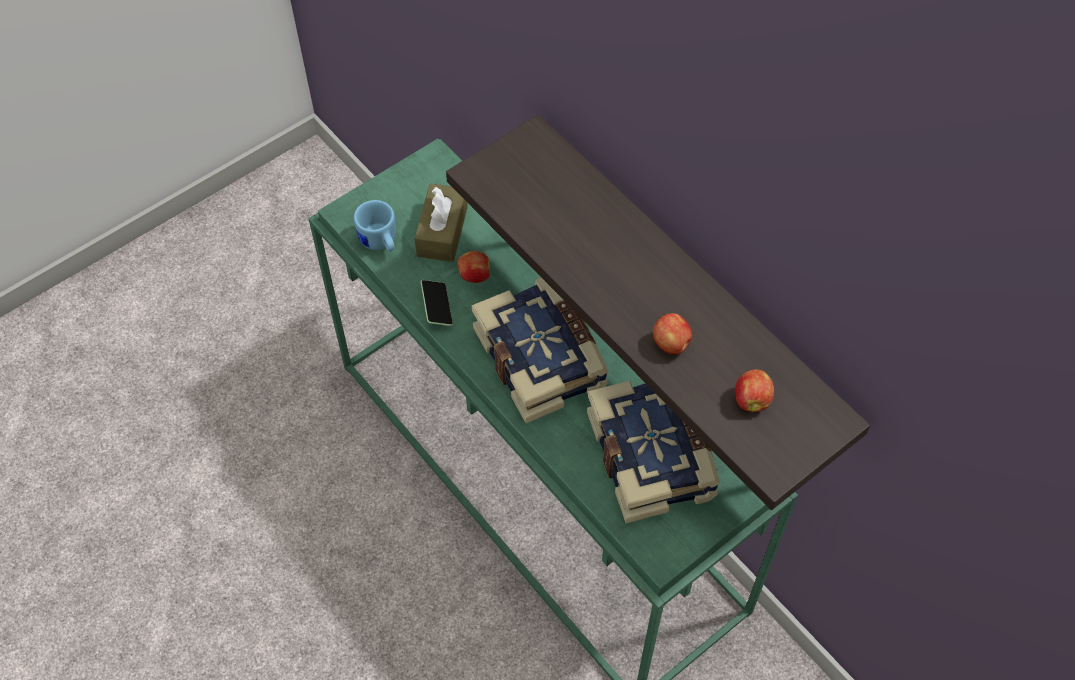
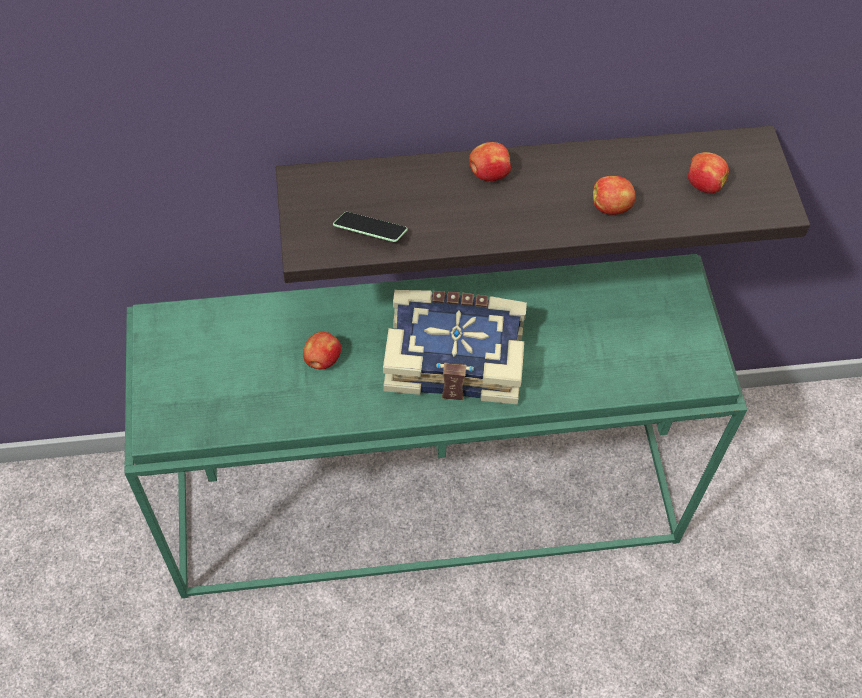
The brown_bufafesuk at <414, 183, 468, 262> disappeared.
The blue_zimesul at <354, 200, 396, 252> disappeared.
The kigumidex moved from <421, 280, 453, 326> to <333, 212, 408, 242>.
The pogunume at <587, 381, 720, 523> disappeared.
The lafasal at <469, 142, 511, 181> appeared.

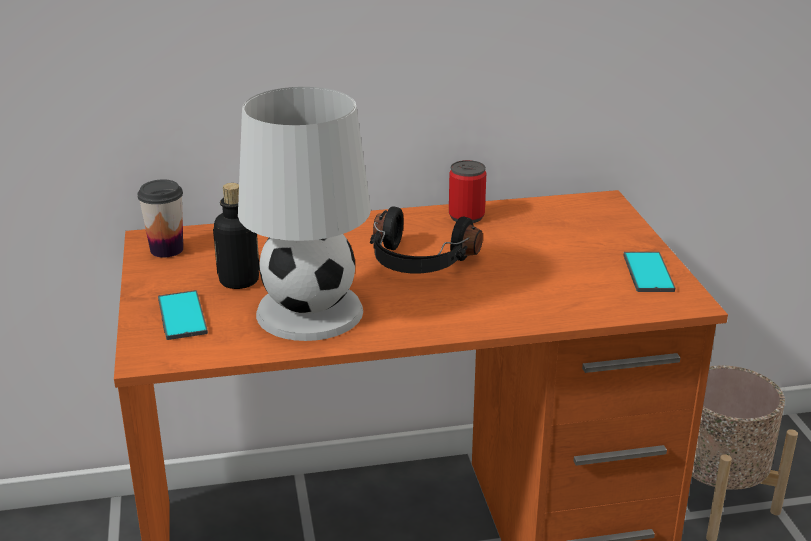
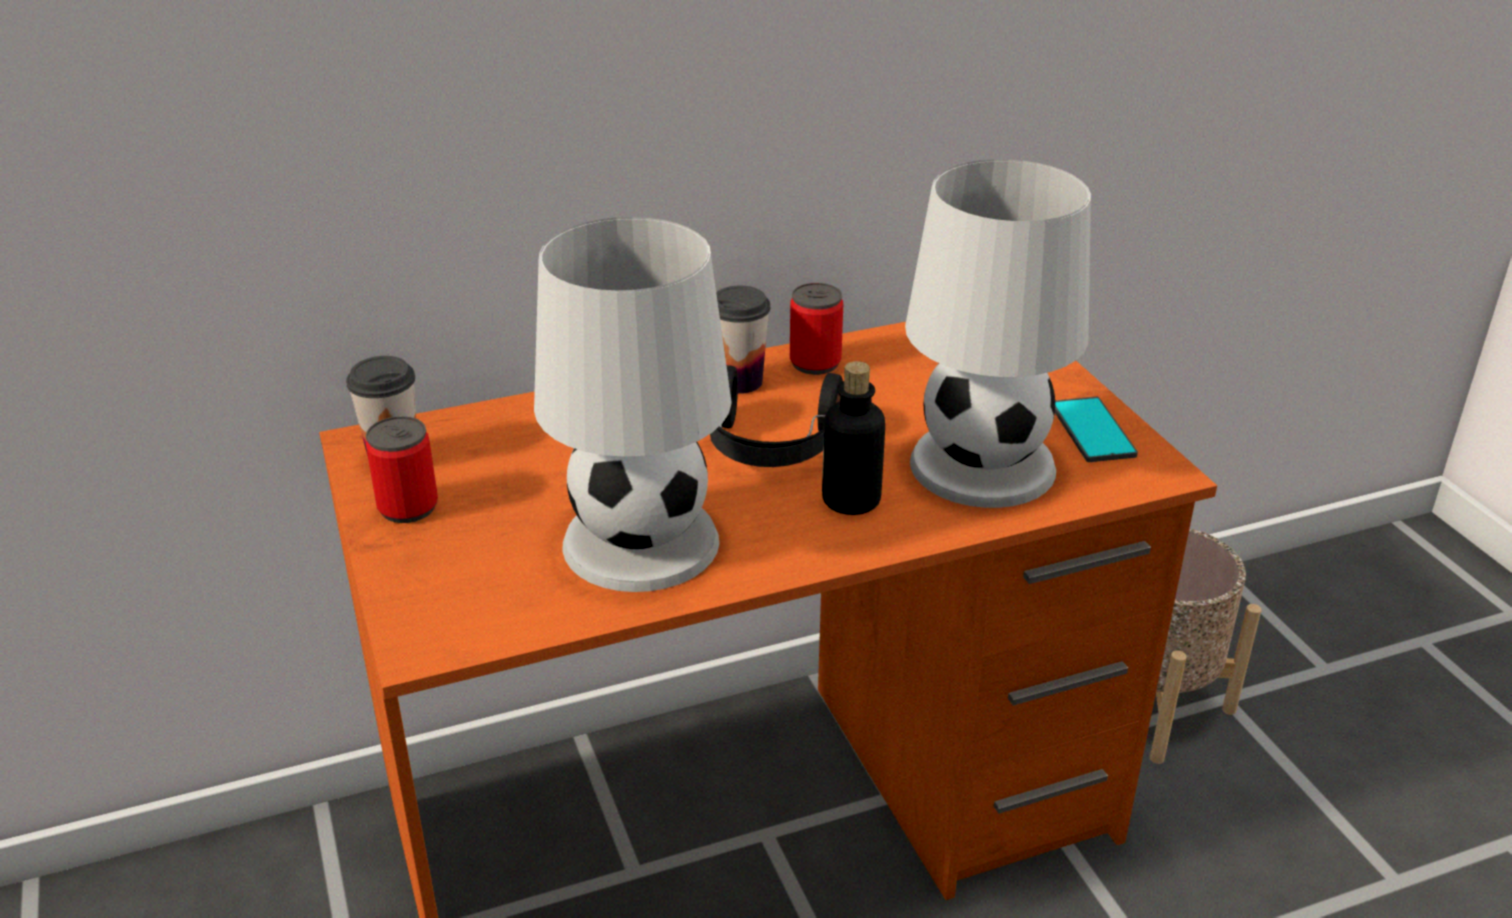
The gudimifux moved from <213, 183, 260, 289> to <822, 361, 885, 515>.
The kigumidex at <158, 290, 208, 340> disappeared.
The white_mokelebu at <905, 159, 1091, 508> appeared.
The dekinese at <716, 286, 770, 394> appeared.
The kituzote at <366, 416, 438, 523> appeared.

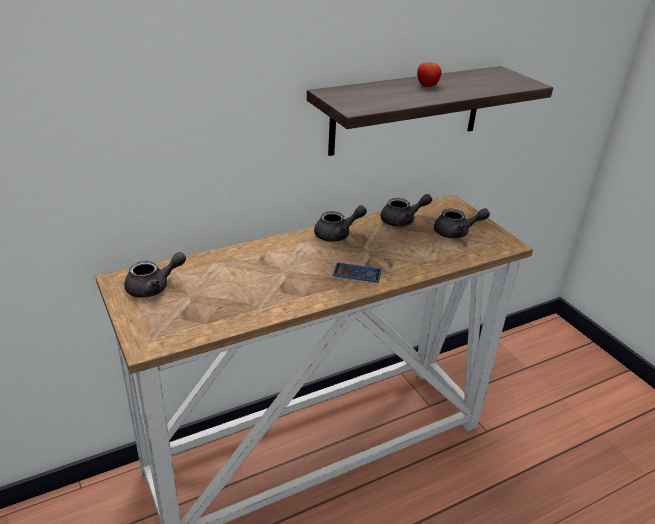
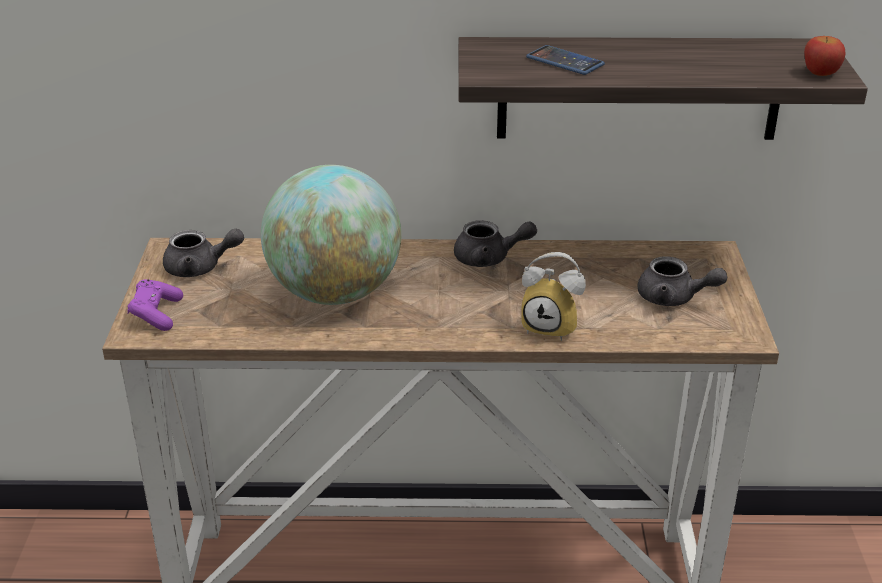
The lafasal moved from <417, 62, 442, 87> to <804, 36, 845, 76>.
The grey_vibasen at <381, 194, 432, 227> disappeared.
The kigumidex moved from <333, 263, 382, 283> to <526, 45, 605, 75>.
The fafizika at <261, 165, 401, 305> appeared.
The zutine at <521, 252, 586, 341> appeared.
The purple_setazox at <128, 279, 183, 331> appeared.

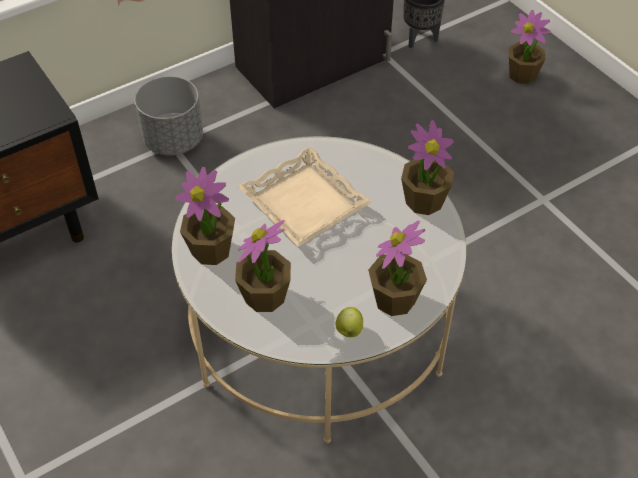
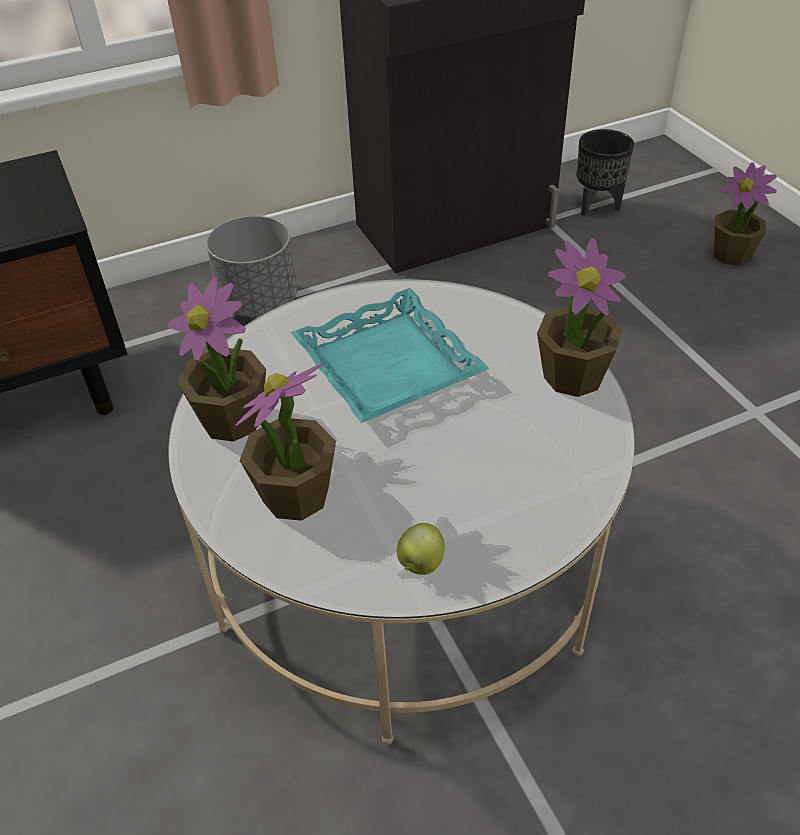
The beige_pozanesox at <238, 147, 372, 247> became the turquoise_pozanesox at <291, 288, 490, 423>.
The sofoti at <368, 220, 427, 316> disappeared.

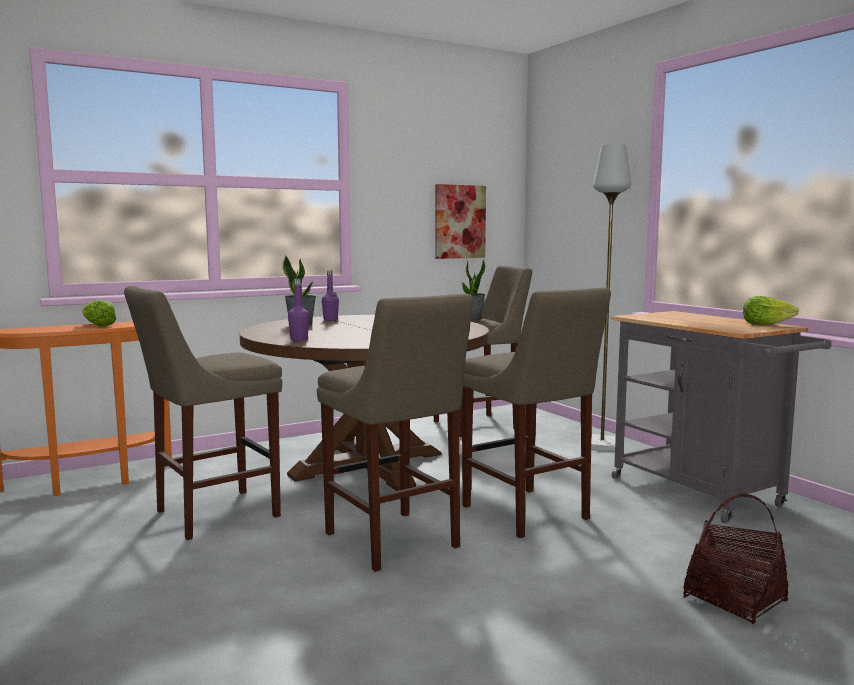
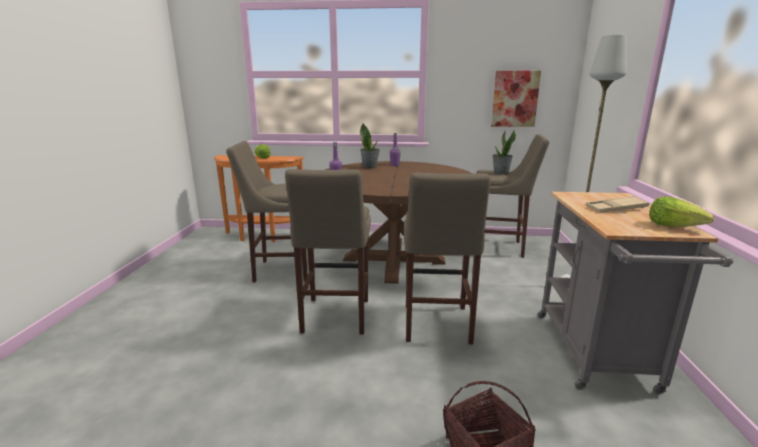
The beige_pozanesox at <586, 196, 650, 212> appeared.

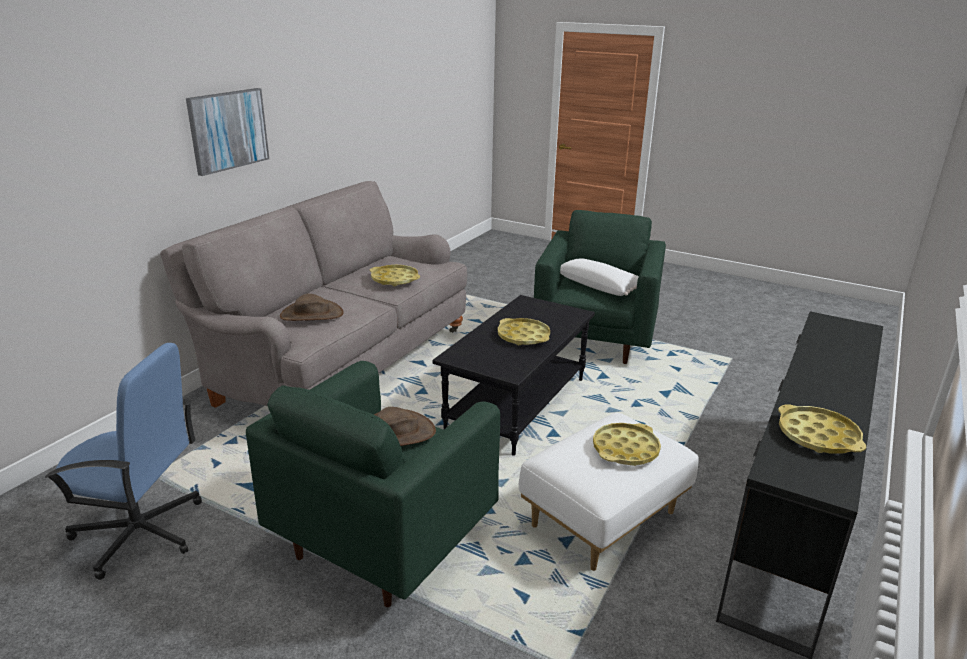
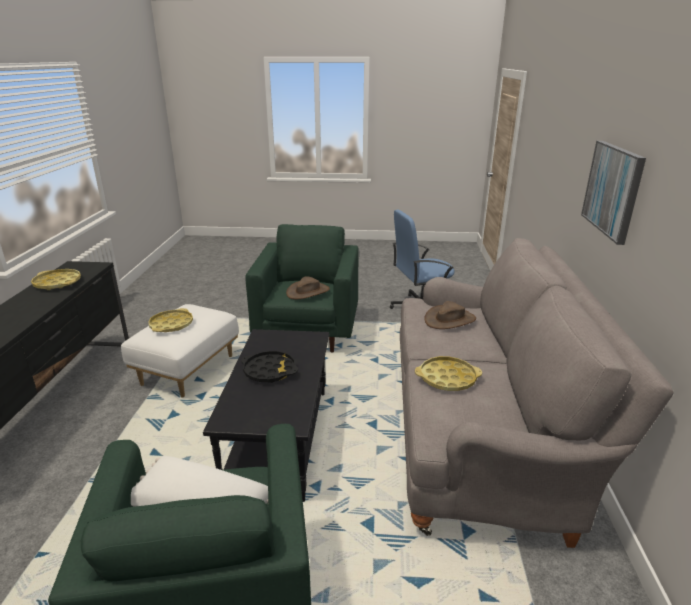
The yellow_pozanesox at <498, 318, 550, 345> became the black_pozanesox at <241, 351, 298, 383>.

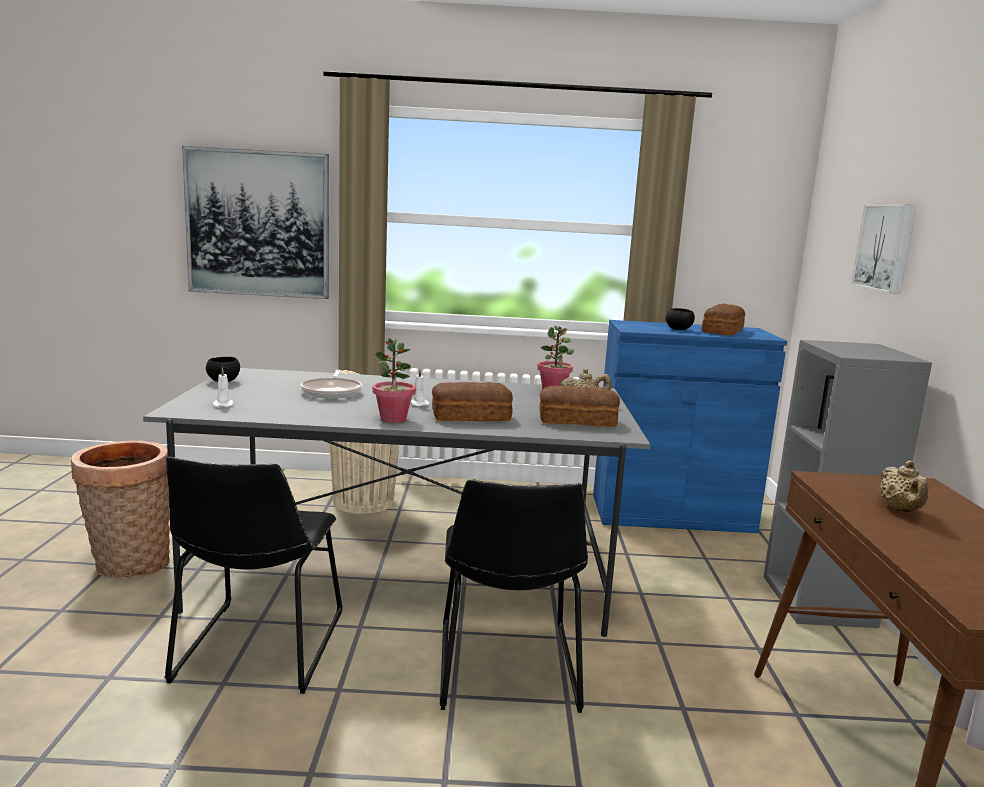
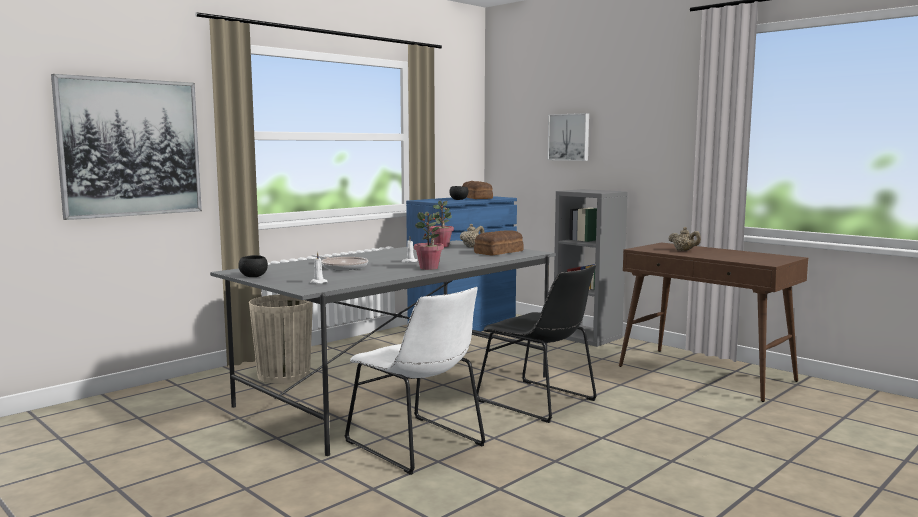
The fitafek at <432, 382, 513, 421> disappeared.
The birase at <71, 440, 170, 579> disappeared.
The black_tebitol at <164, 457, 343, 694> became the white_tebitol at <344, 287, 486, 475>.

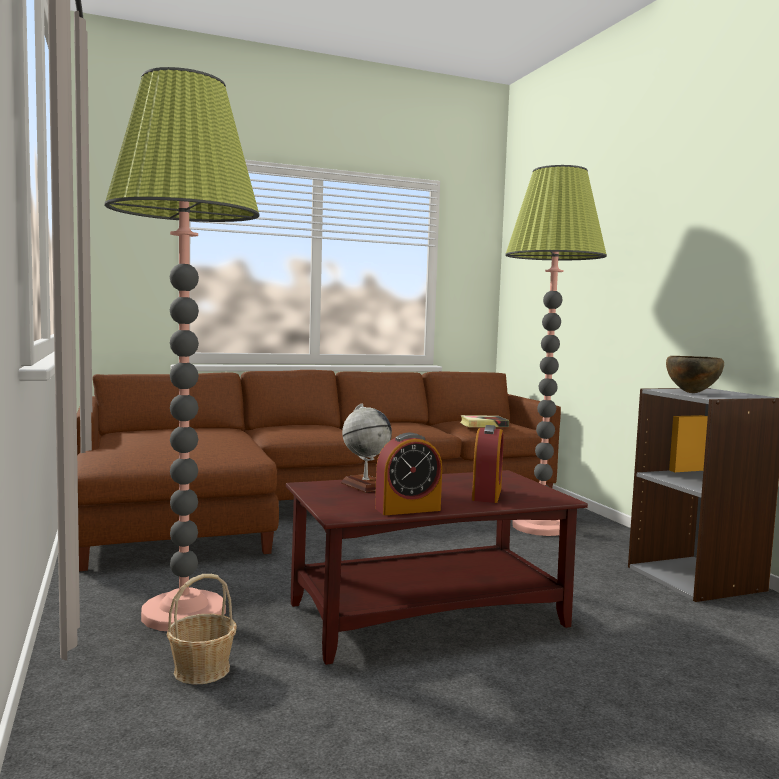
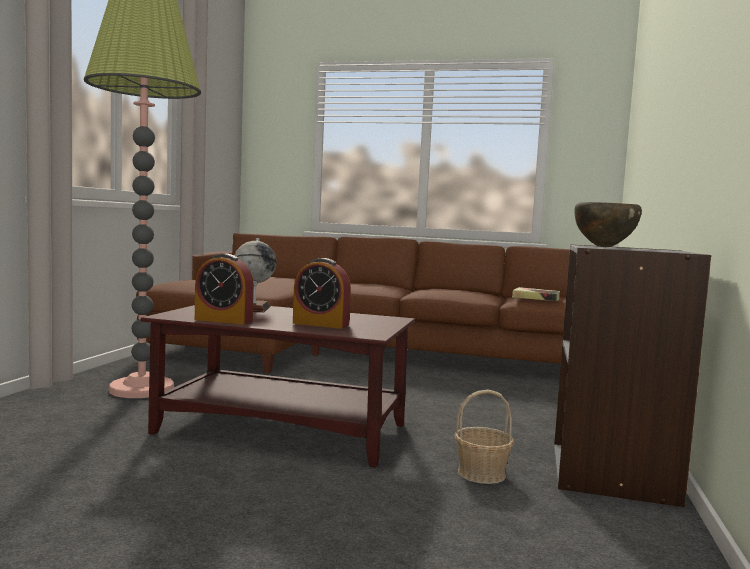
The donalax at <505, 165, 607, 536> disappeared.
The zutine at <472, 425, 503, 503> turned 60 degrees clockwise.
The birase moved from <166, 574, 237, 685> to <455, 390, 514, 484>.

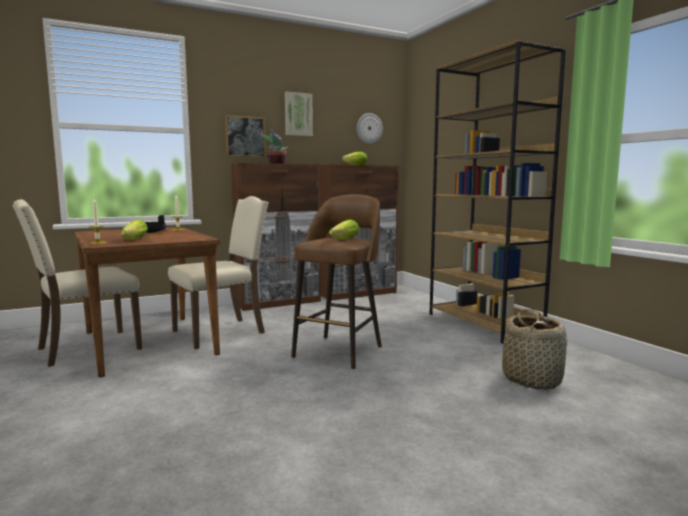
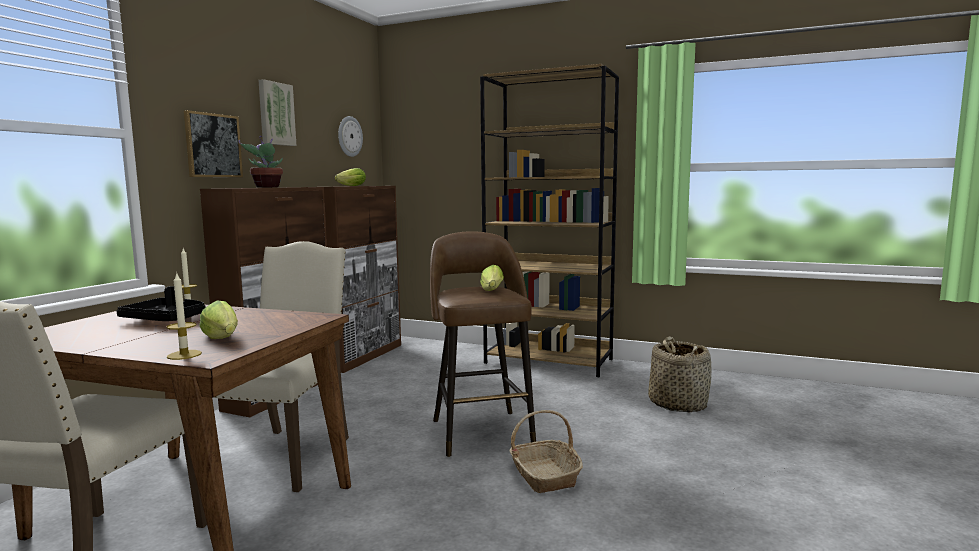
The birase at <510, 410, 583, 493> appeared.

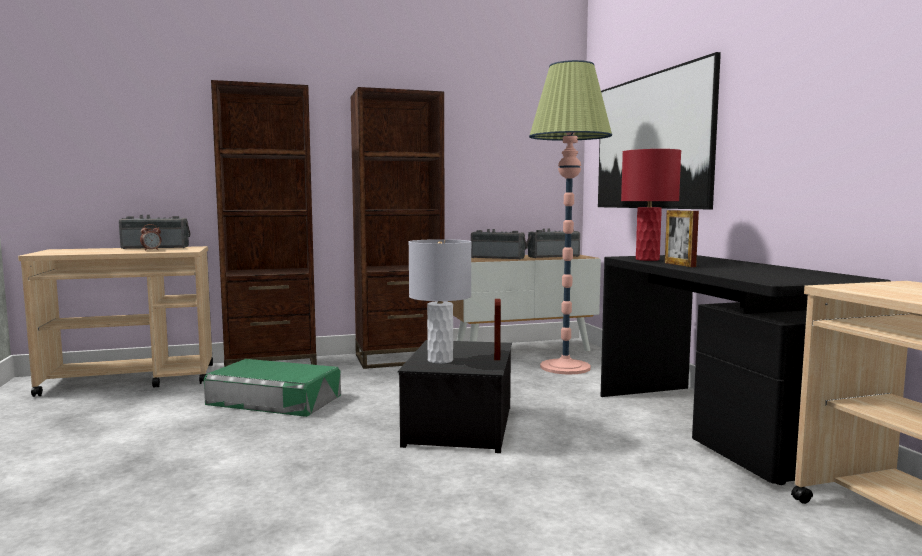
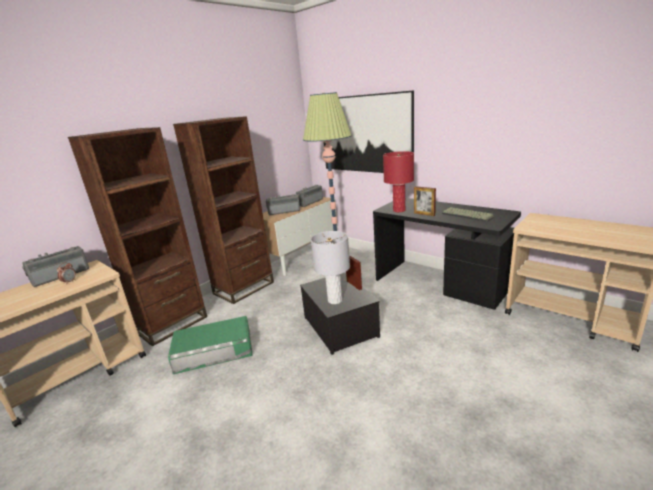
The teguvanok at <442, 207, 495, 222> appeared.

